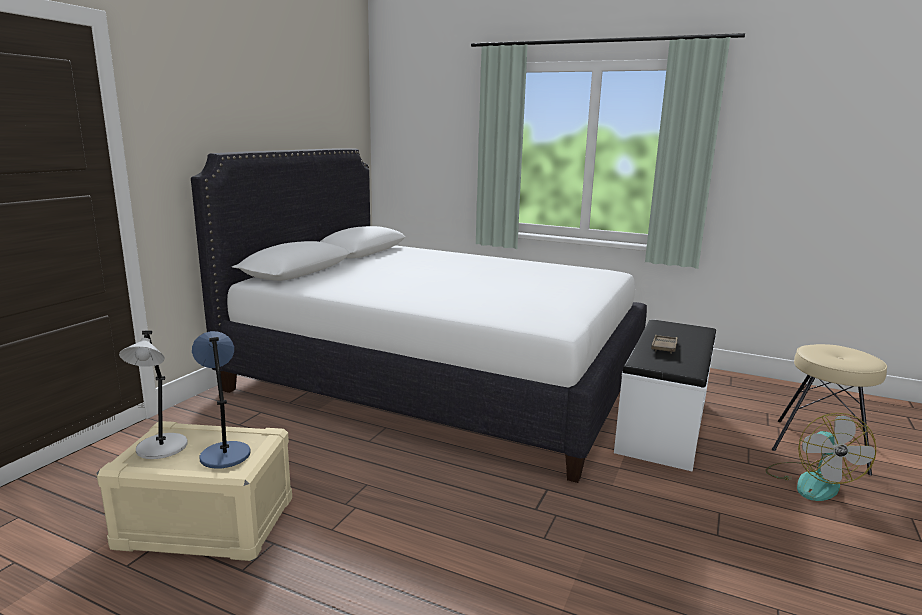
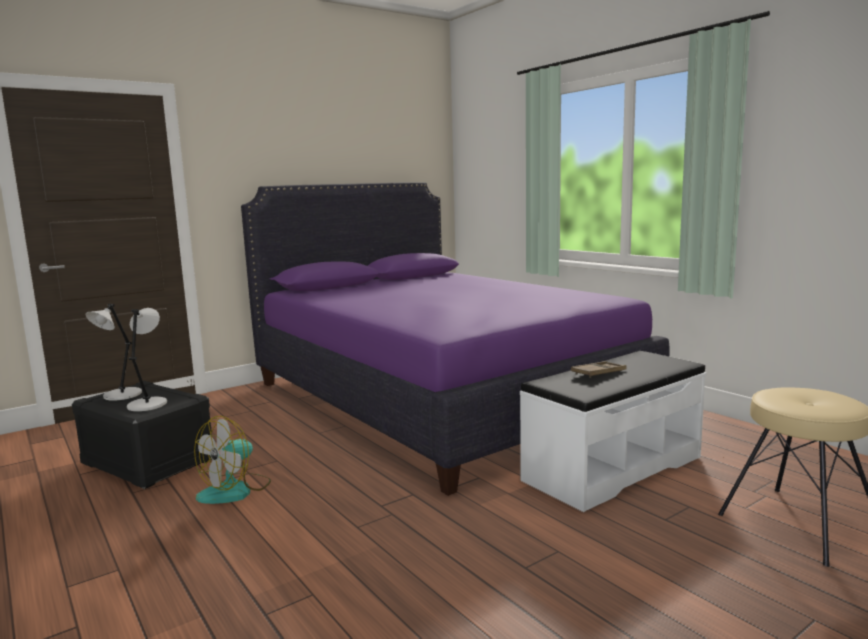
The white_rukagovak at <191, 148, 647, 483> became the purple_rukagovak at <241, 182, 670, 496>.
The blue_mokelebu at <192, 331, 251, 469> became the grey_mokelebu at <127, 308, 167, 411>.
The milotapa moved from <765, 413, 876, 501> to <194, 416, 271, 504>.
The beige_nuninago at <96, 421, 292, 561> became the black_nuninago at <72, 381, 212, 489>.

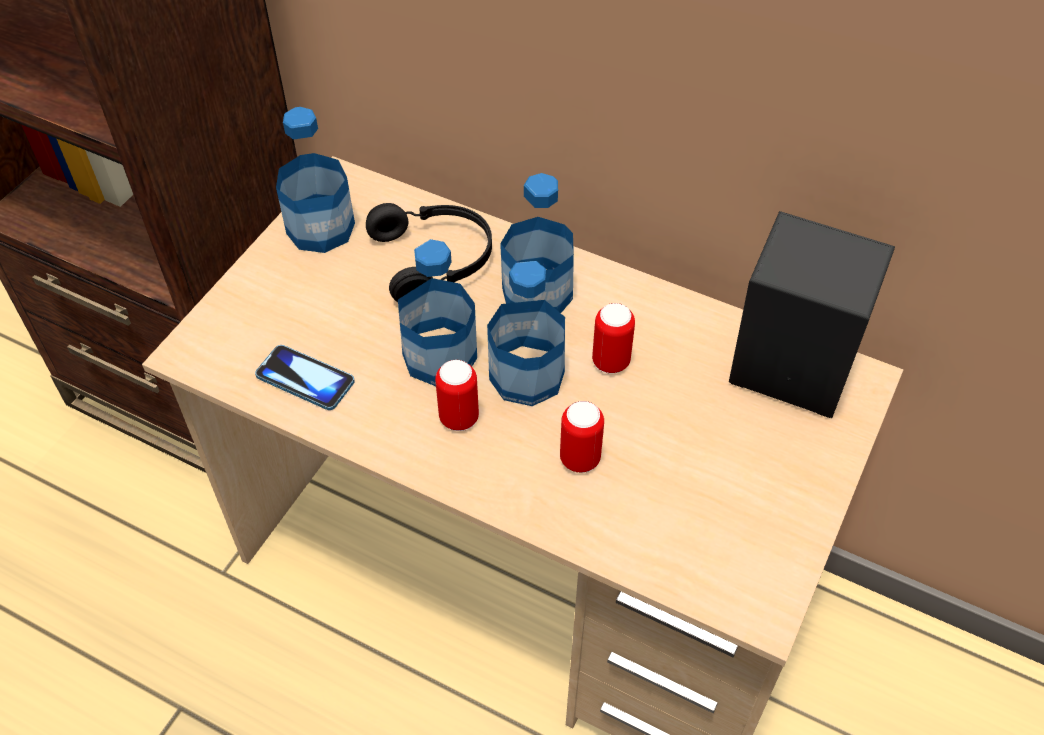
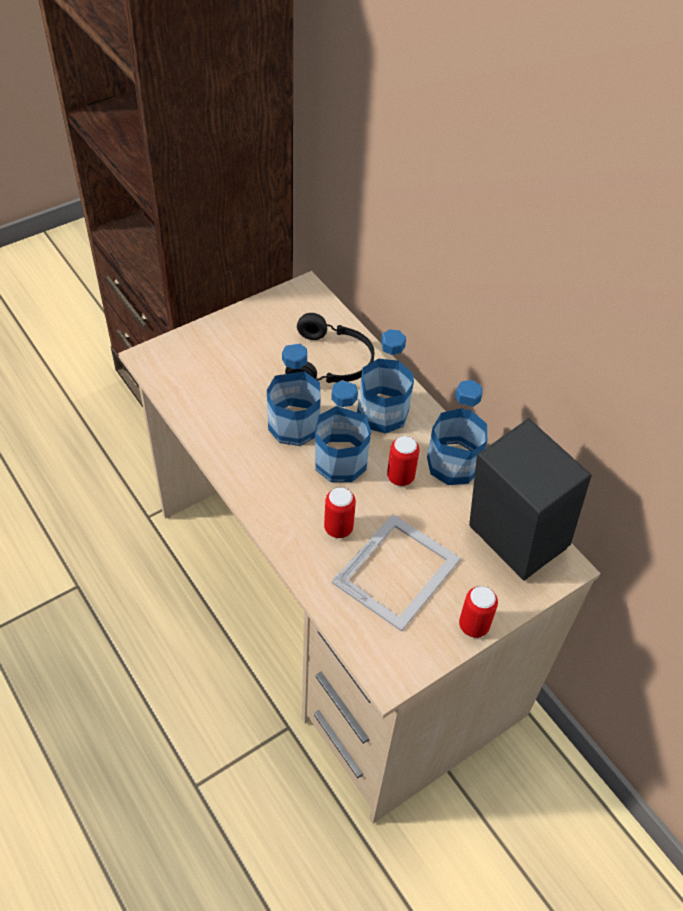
The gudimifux moved from <276, 107, 355, 253> to <427, 380, 487, 485>.
The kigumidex at <255, 345, 355, 410> disappeared.
The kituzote moved from <435, 360, 479, 431> to <459, 586, 498, 638>.
The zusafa at <332, 514, 461, 631> appeared.

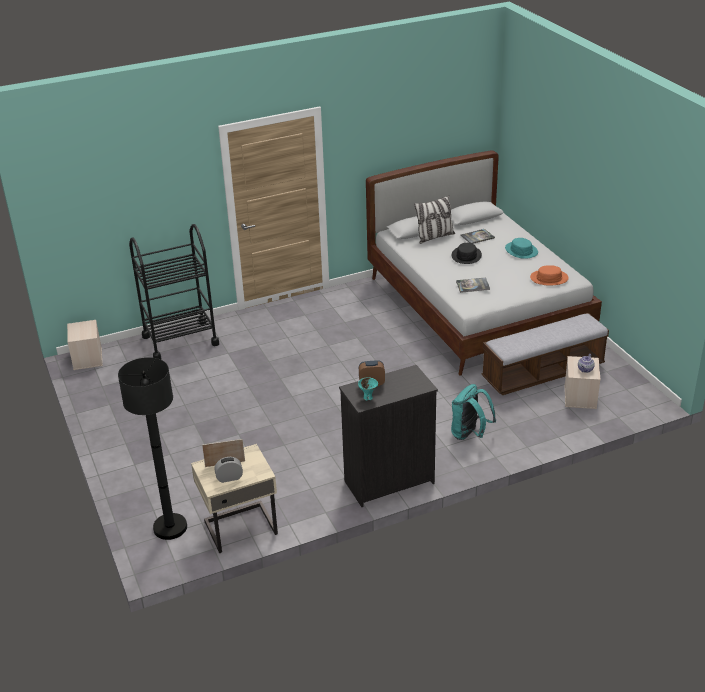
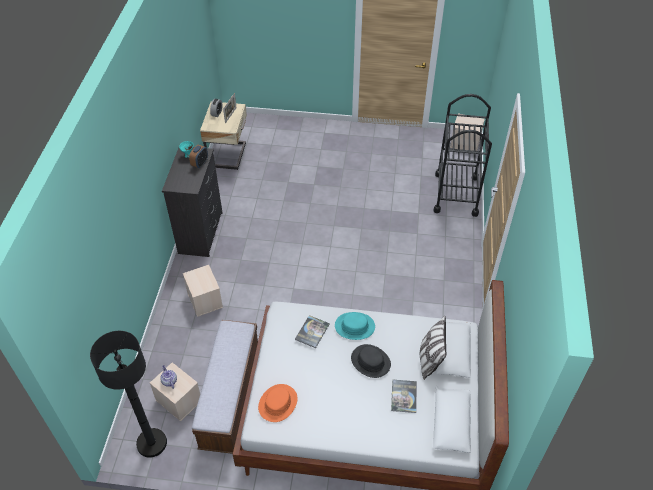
The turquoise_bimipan moved from <505, 238, 538, 259> to <335, 312, 375, 340>.
The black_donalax moved from <118, 357, 187, 540> to <90, 331, 167, 458>.
The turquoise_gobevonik at <451, 384, 496, 440> was replaced by the beige_nuninago at <183, 265, 223, 317>.

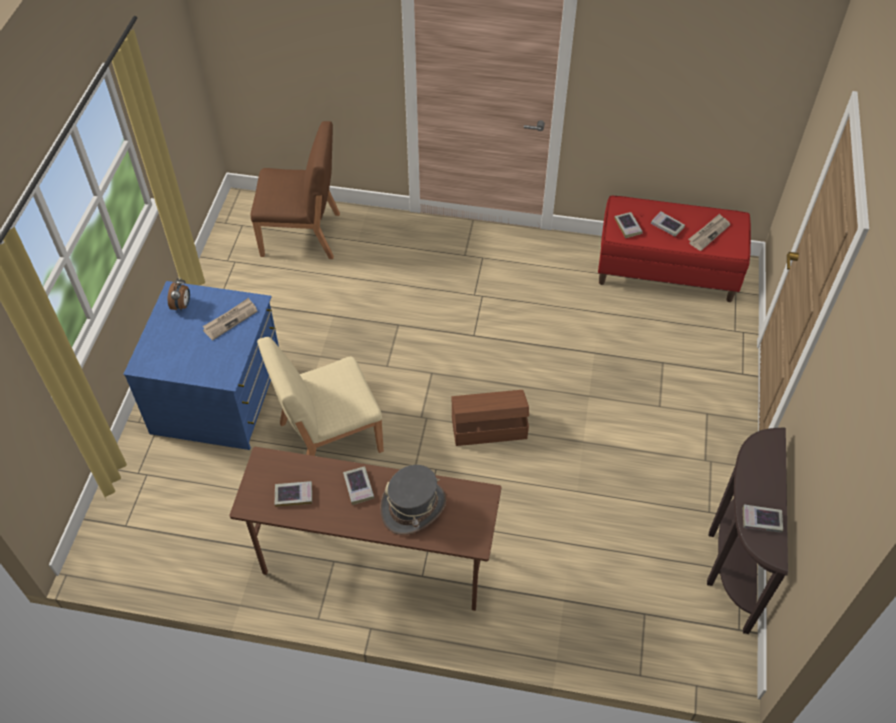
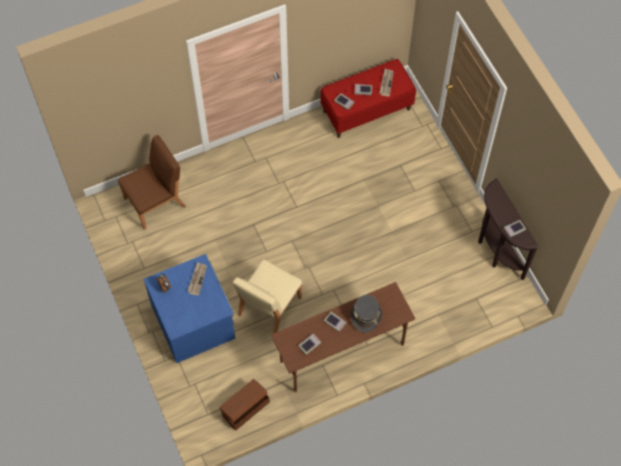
The brown_nuninago moved from <451, 390, 529, 446> to <219, 379, 270, 431>.

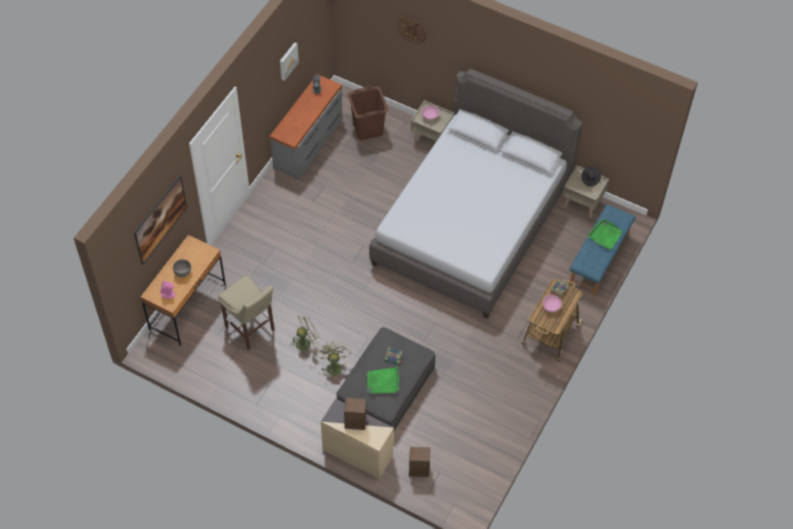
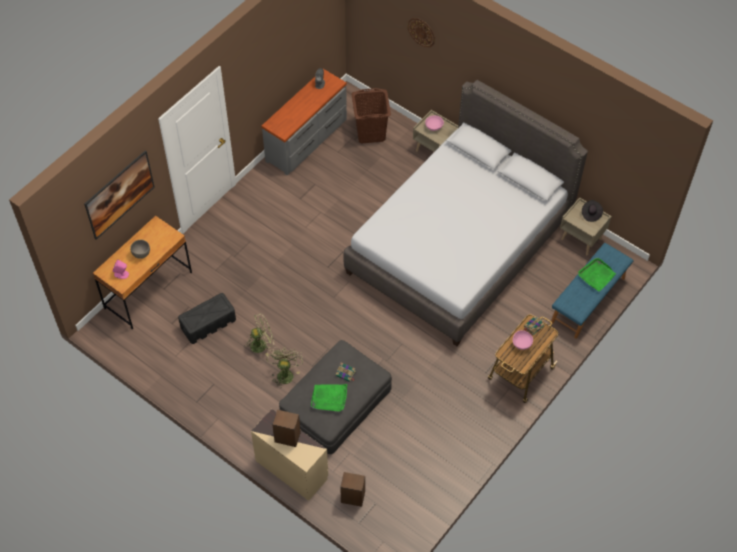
The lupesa at <280, 42, 299, 81> disappeared.
The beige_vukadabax at <218, 275, 274, 350> was replaced by the black_nuninago at <178, 293, 236, 344>.

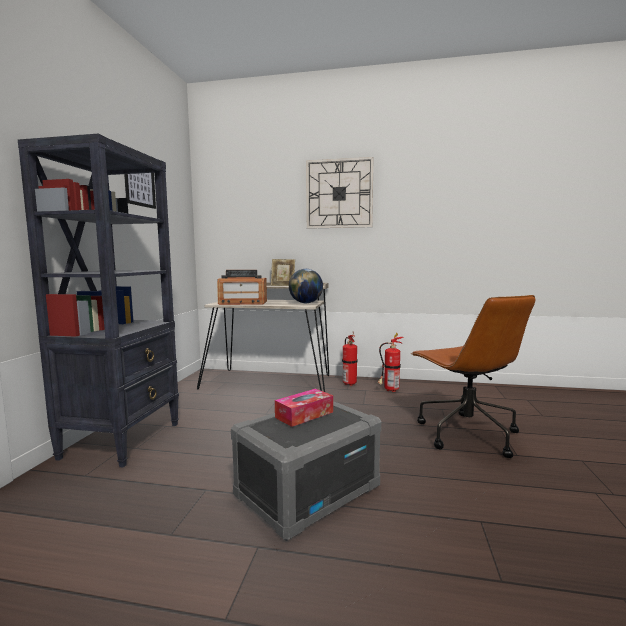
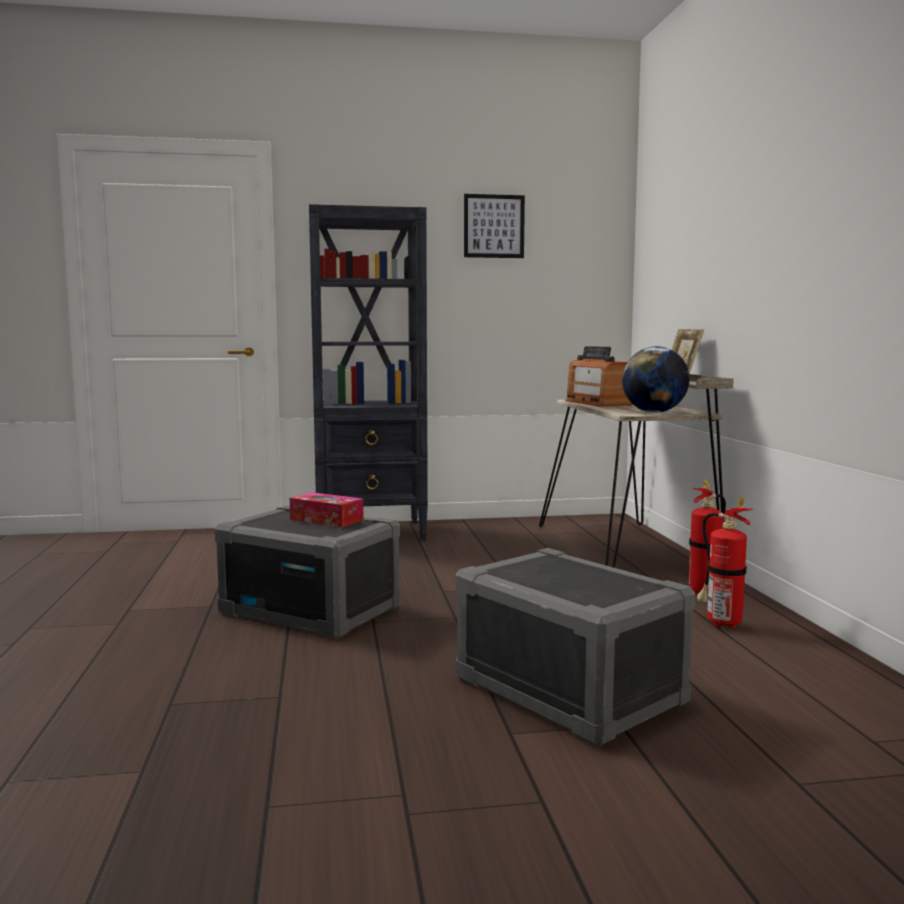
The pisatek at <306, 157, 373, 229> disappeared.
The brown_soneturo at <411, 295, 535, 458> was replaced by the grey_nuninago at <456, 548, 695, 747>.

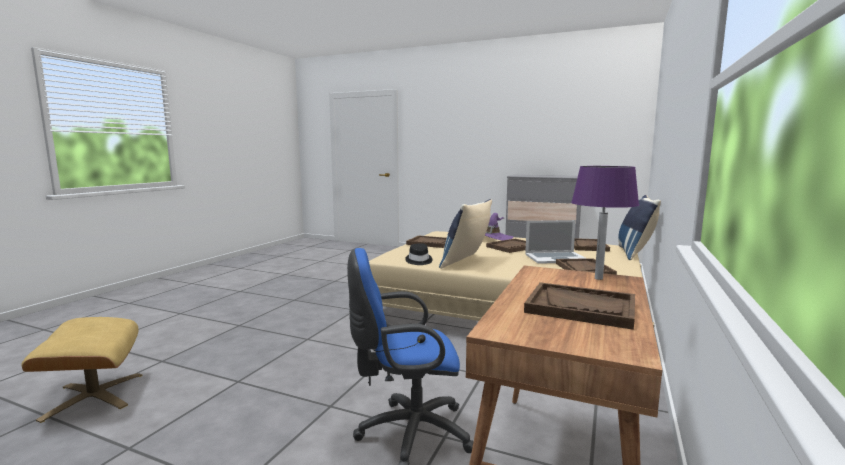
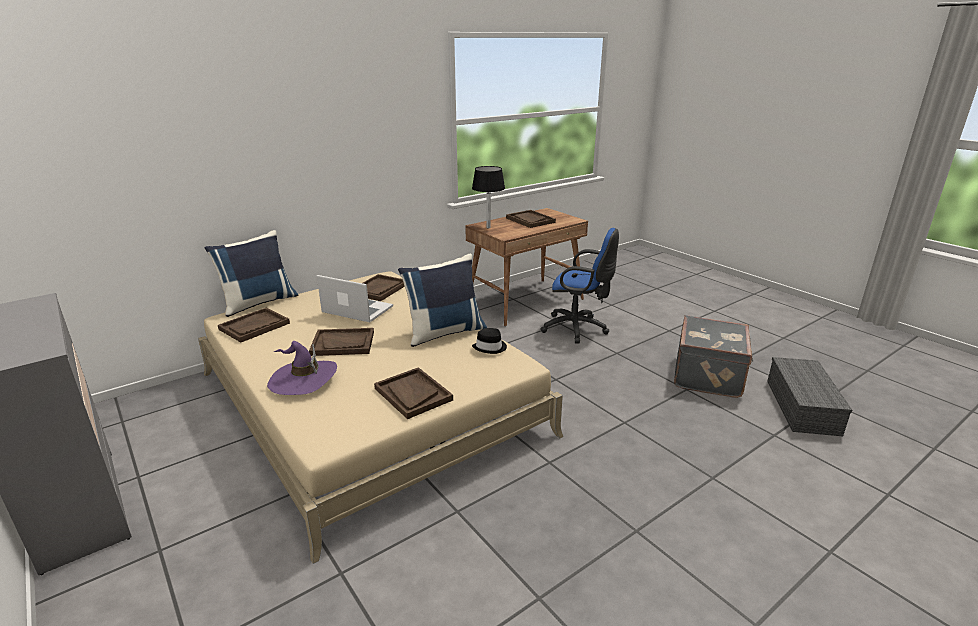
The purple_mokelebu at <571, 166, 639, 280> became the black_mokelebu at <472, 166, 505, 228>.
The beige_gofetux at <21, 317, 142, 423> was replaced by the grey_nuninago at <767, 357, 852, 436>.
The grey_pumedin at <674, 315, 753, 398> appeared.

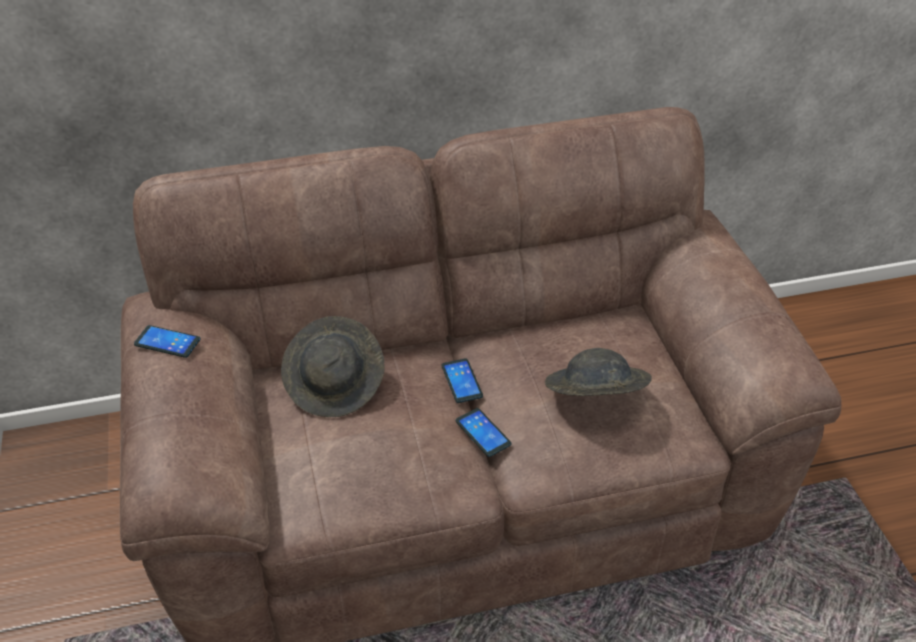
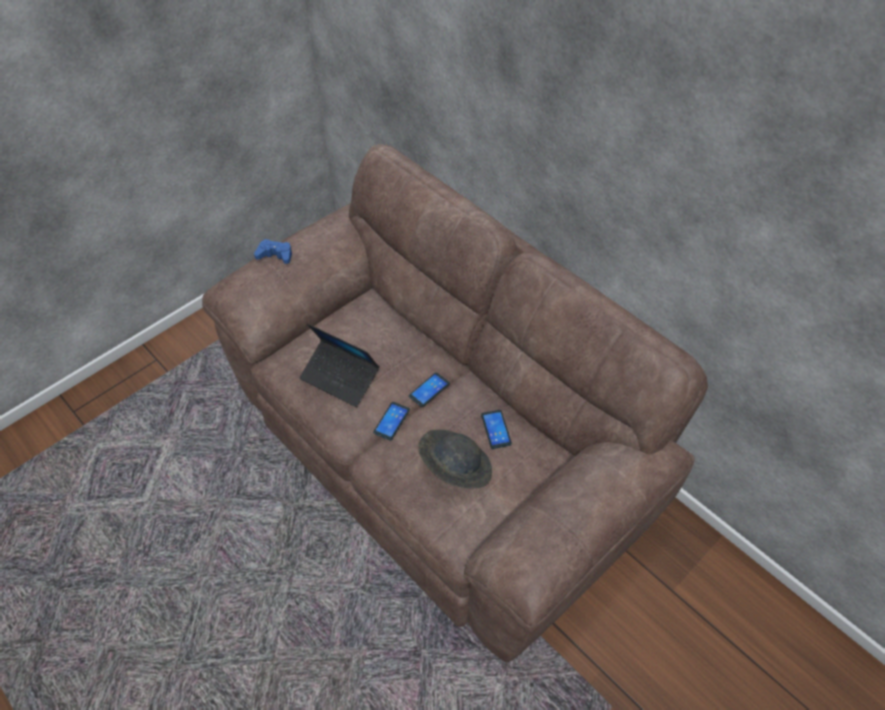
The grey_bimipan at <281, 316, 385, 417> disappeared.
The kigumidex moved from <134, 325, 200, 358> to <481, 410, 512, 449>.
The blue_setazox at <254, 239, 292, 264> appeared.
The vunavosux at <300, 324, 379, 407> appeared.

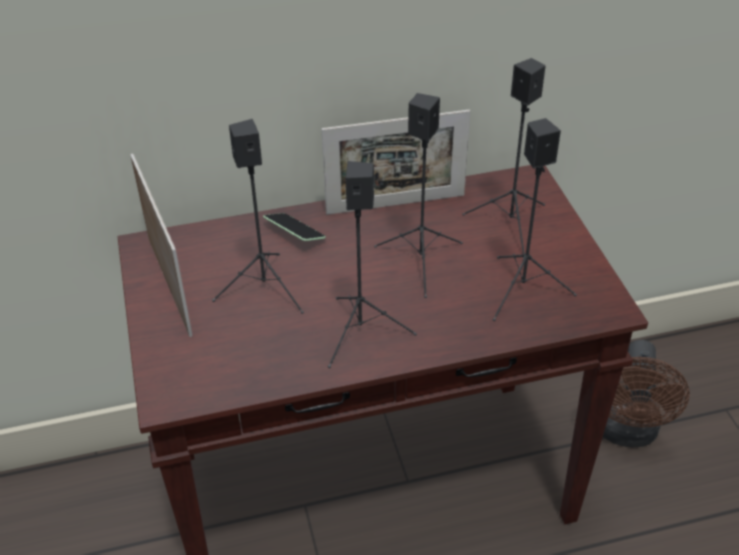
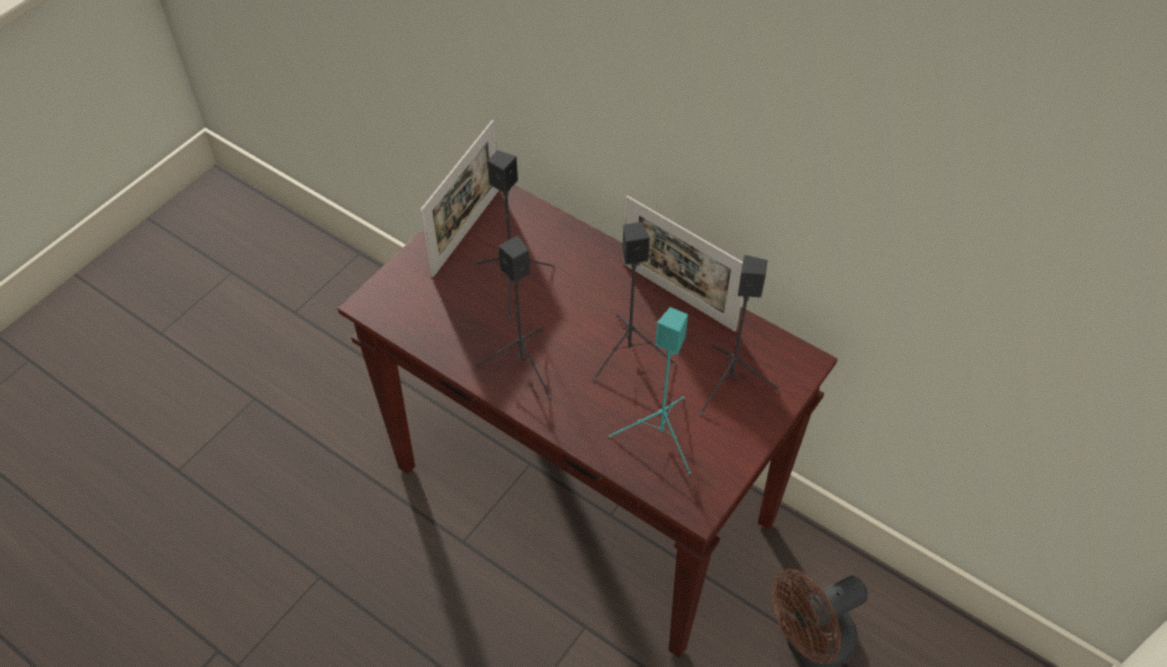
The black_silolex at <493, 118, 577, 321> became the turquoise_silolex at <609, 307, 691, 474>.
The kigumidex at <263, 213, 326, 241> disappeared.

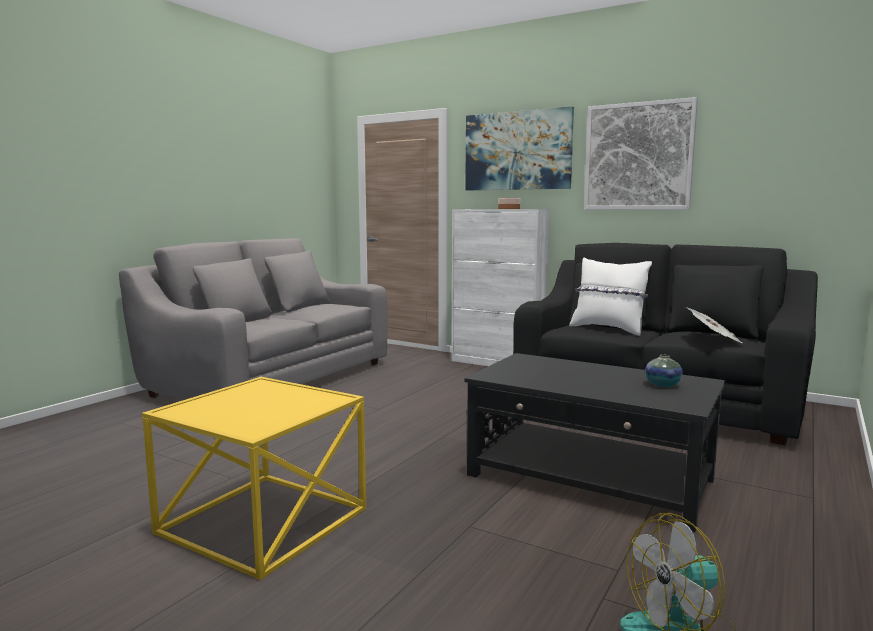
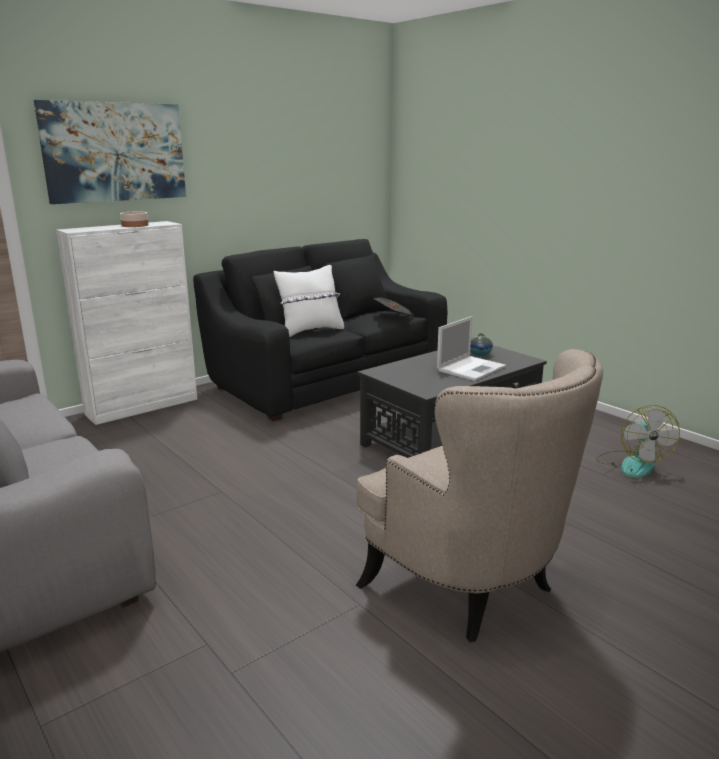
The lupesa at <584, 97, 698, 210> disappeared.
The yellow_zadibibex at <142, 377, 366, 580> was replaced by the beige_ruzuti at <356, 349, 603, 642>.
The vunavosux at <437, 316, 506, 381> appeared.

